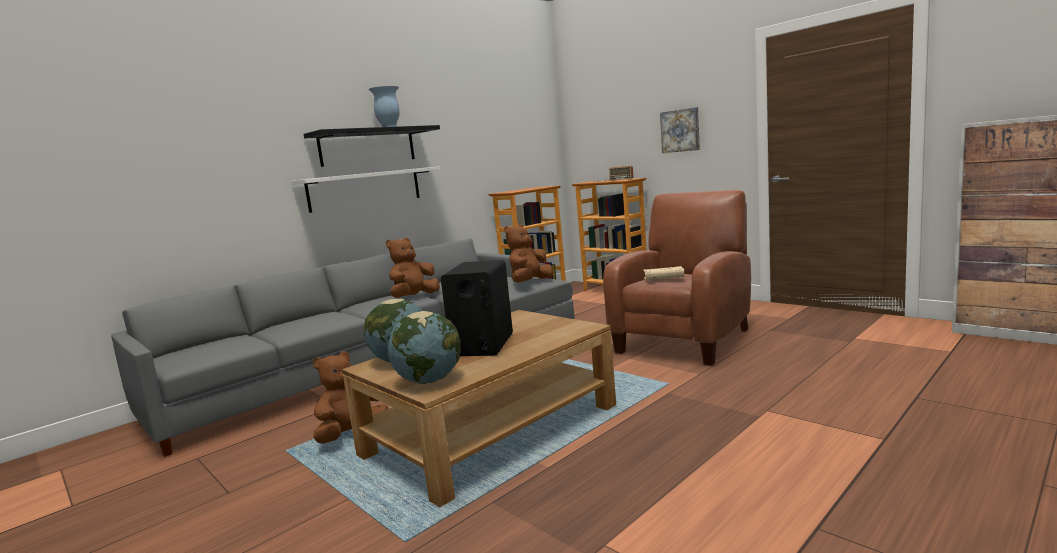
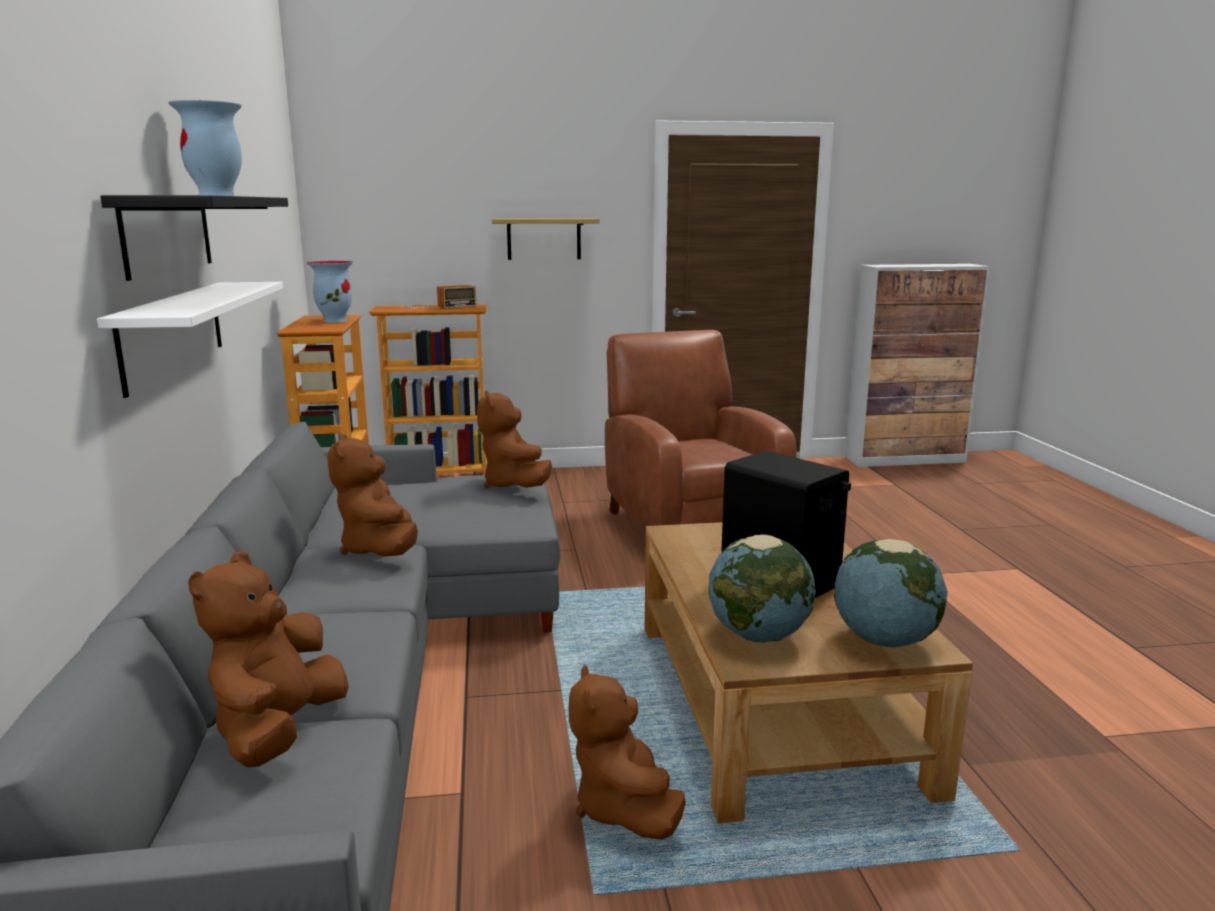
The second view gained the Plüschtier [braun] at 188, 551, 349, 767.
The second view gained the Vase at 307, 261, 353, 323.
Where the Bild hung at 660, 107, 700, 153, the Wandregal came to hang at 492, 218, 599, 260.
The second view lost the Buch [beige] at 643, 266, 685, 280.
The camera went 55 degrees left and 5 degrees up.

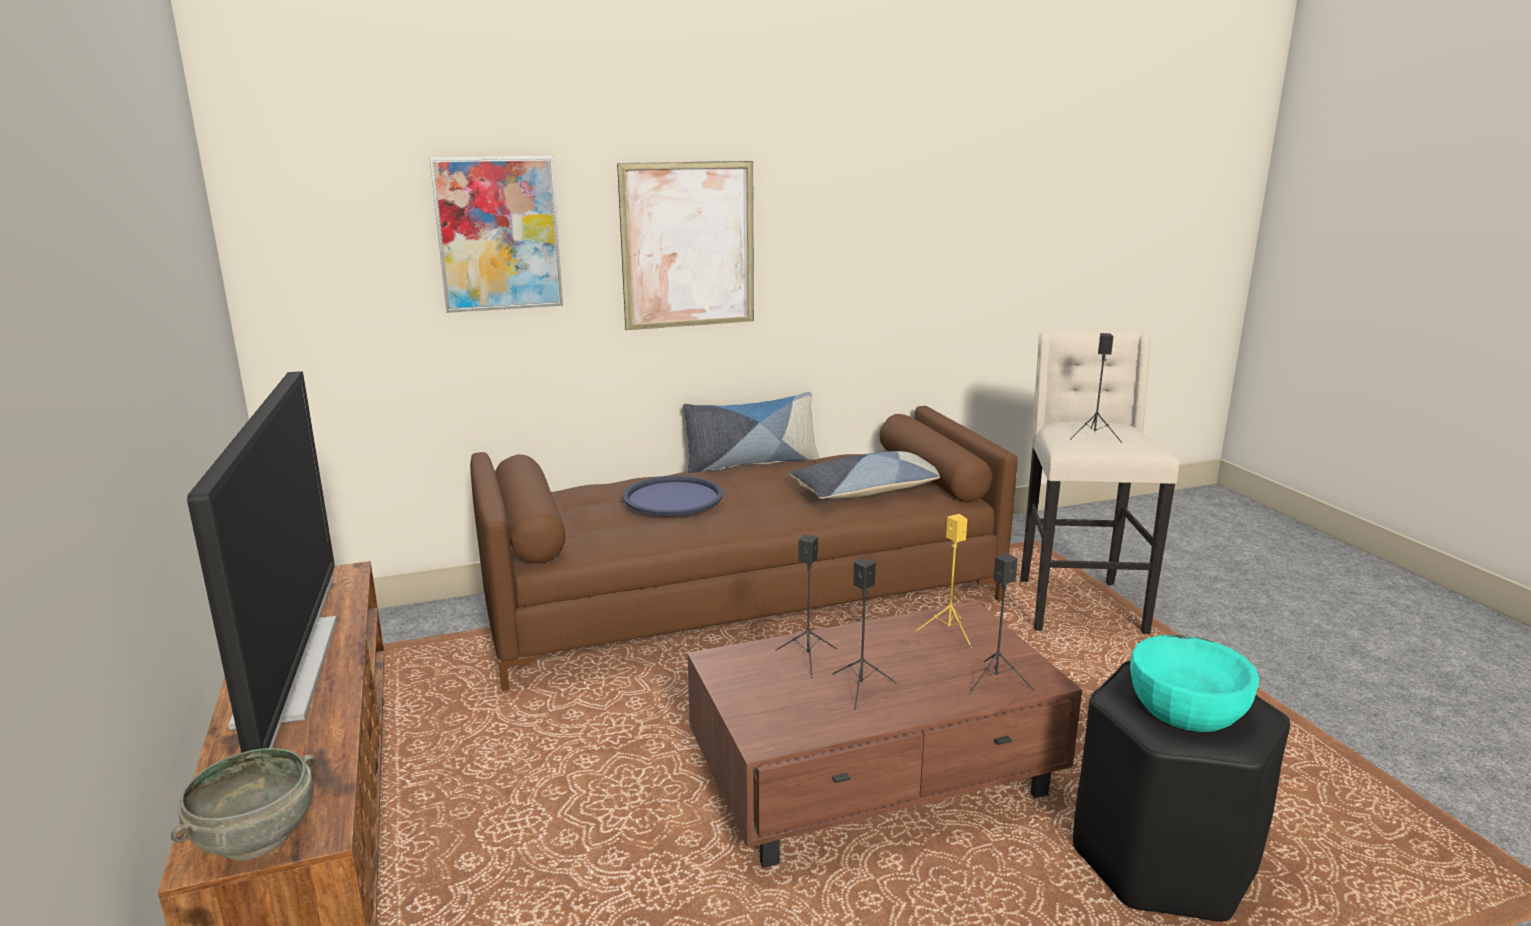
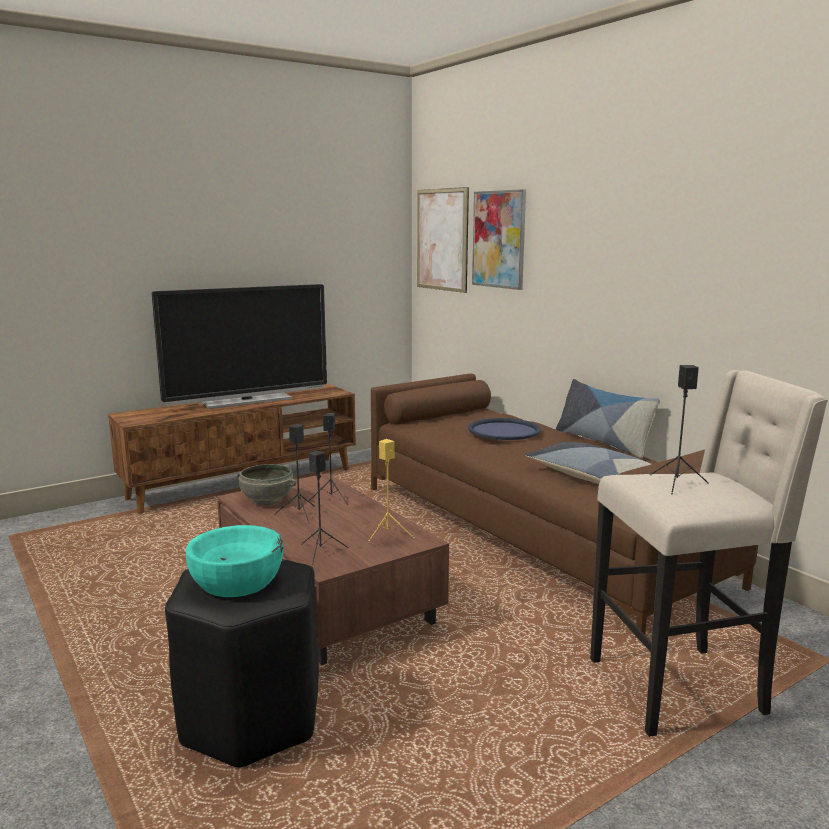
The Schüssel [grau] ended up elsewhere, having gone from 171, 748, 316, 860 to 237, 464, 296, 506.
The Bild ended up elsewhere, having gone from 617, 161, 754, 330 to 417, 187, 469, 293.
The camera went 75 degrees right and 5 degrees down.

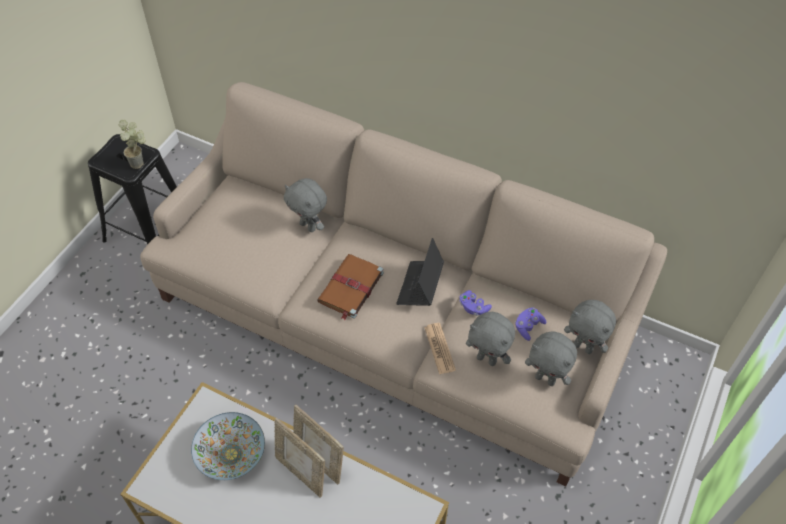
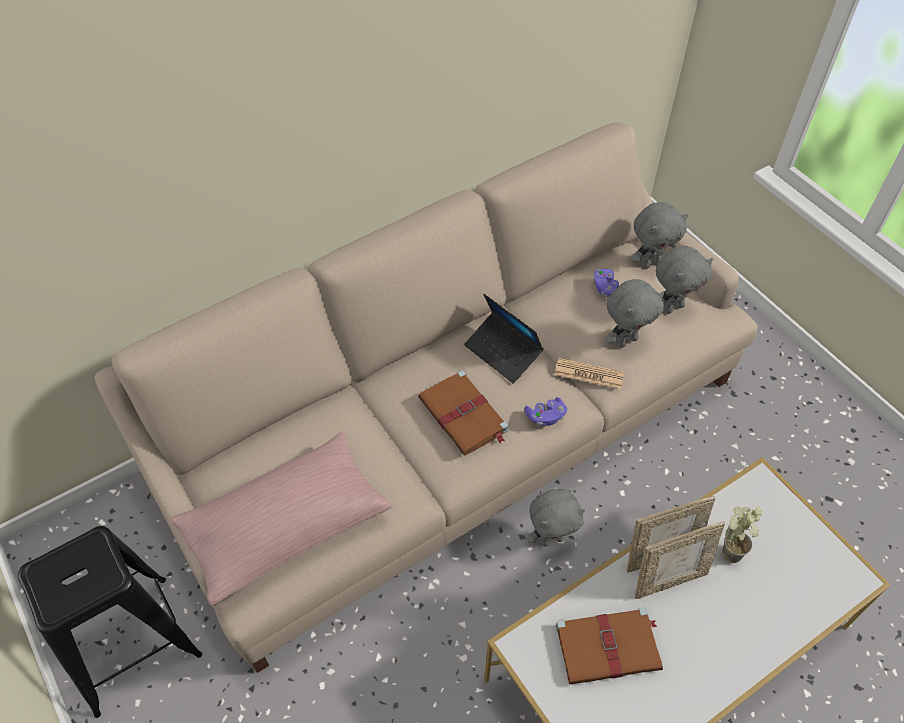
The second view gained the Kissen [rosa] at 171, 432, 392, 606.
The Gamepad [lila] ended up elsewhere, having gone from 459, 290, 492, 316 to 524, 397, 567, 426.
The Plüschtier [grau] ended up elsewhere, having gone from 284, 178, 327, 232 to 527, 489, 585, 547.
Where the Schüssel stood at 191, 412, 265, 480, the Buch [braun] came to stand at 556, 607, 663, 684.
The Topfpflanze ended up elsewhere, having gone from 119, 120, 146, 169 to 722, 506, 762, 563.
The camera went 60 degrees left and 0 degrees up.

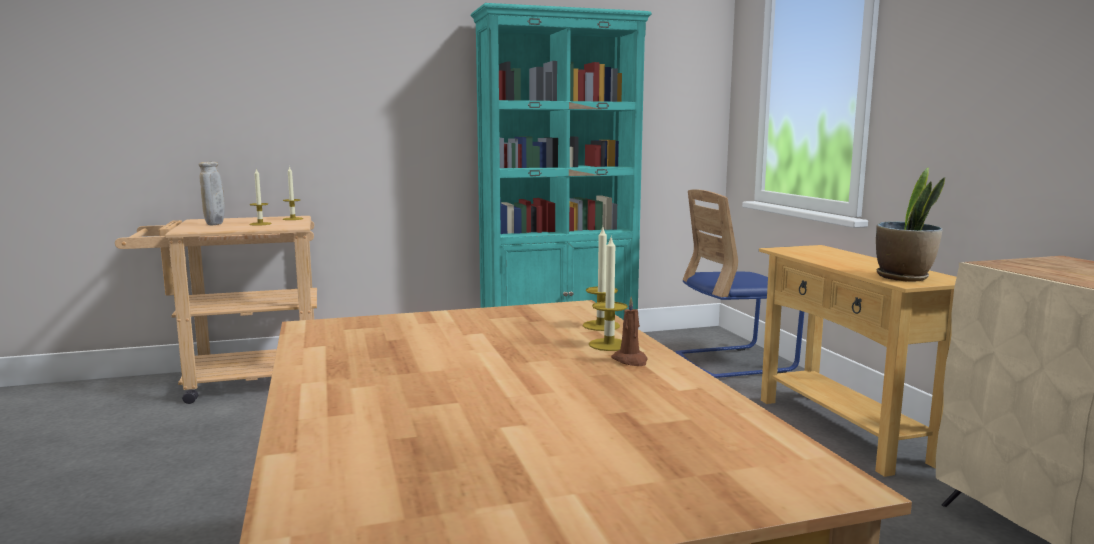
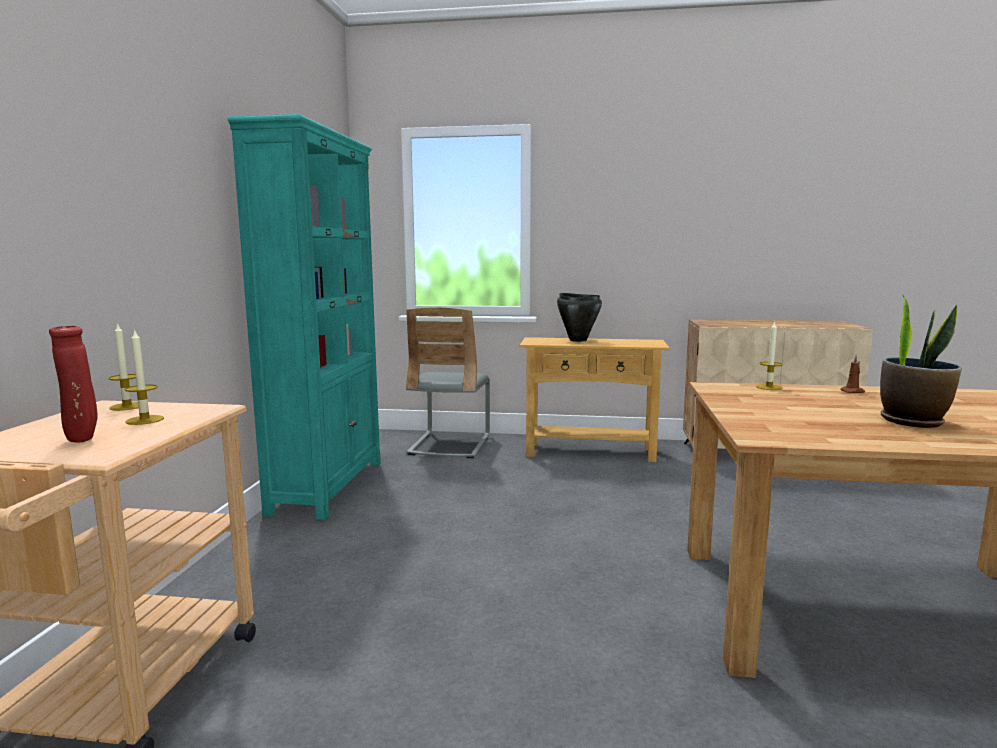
What was the Vase [beige] at 199, 162, 225, 225 turned into the Vase [rot] at 49, 326, 98, 443.
What was the Stuhl [blau] at 675, 189, 804, 378 turned into the Stuhl [grau] at 406, 307, 490, 458.
The second view gained the Kochtopf [schwarz] at 557, 293, 602, 342.
The Topfpflanze ended up elsewhere, having gone from 876, 168, 945, 282 to 880, 296, 962, 428.
The second view lost the Kerze at 589, 237, 628, 351.
The camera went 65 degrees left and 0 degrees up.

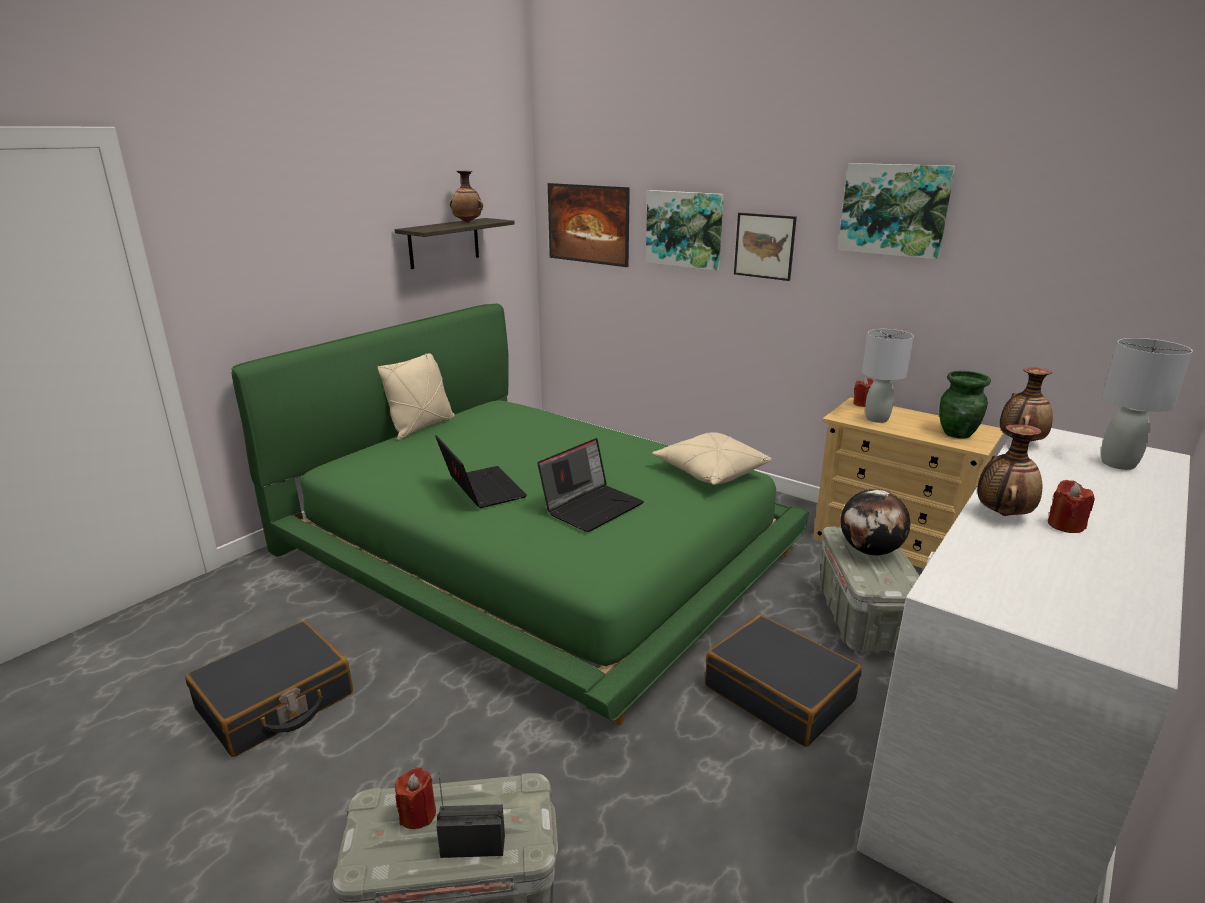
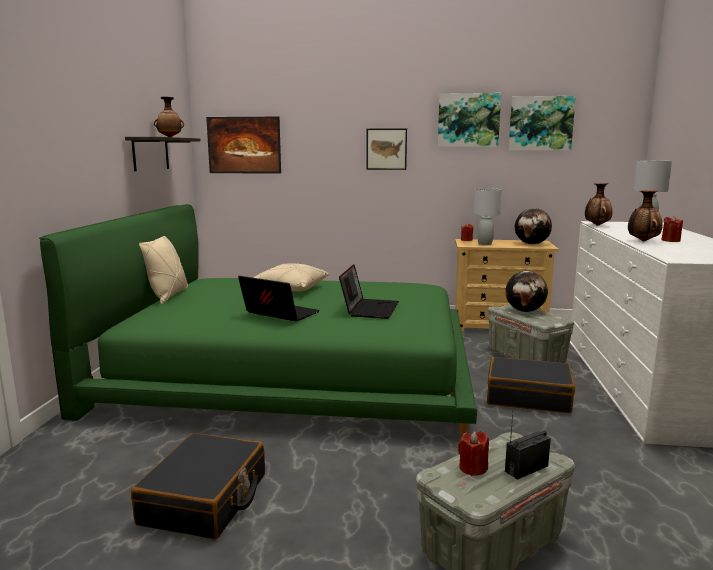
The Kissen [beige] ended up elsewhere, having gone from 652, 432, 772, 485 to 253, 263, 329, 291.
The Bild ended up elsewhere, having gone from 646, 190, 724, 271 to 508, 96, 576, 150.
Where the Vase [grün] stood at 939, 371, 991, 439, the Globus came to stand at 515, 208, 552, 244.
The camera went 30 degrees left and 10 degrees down.

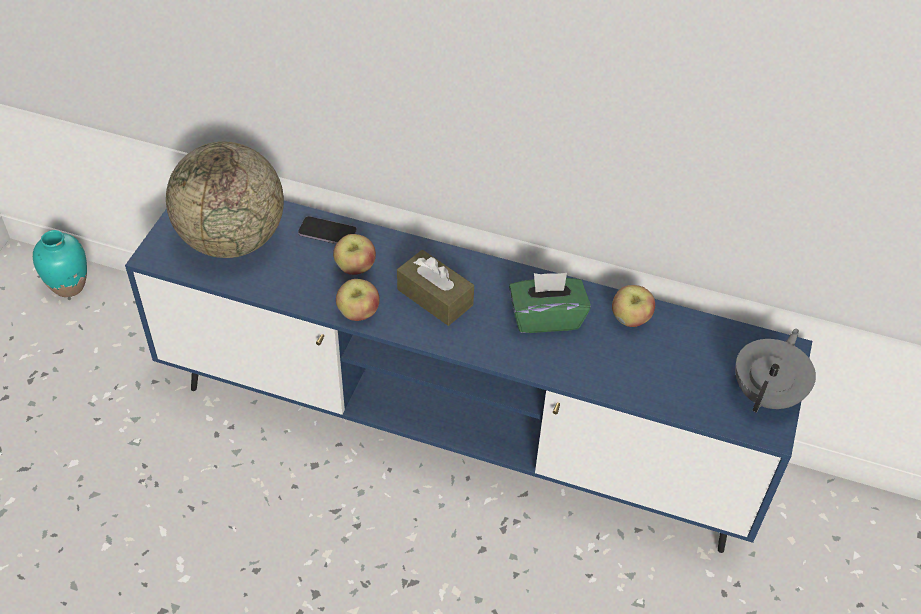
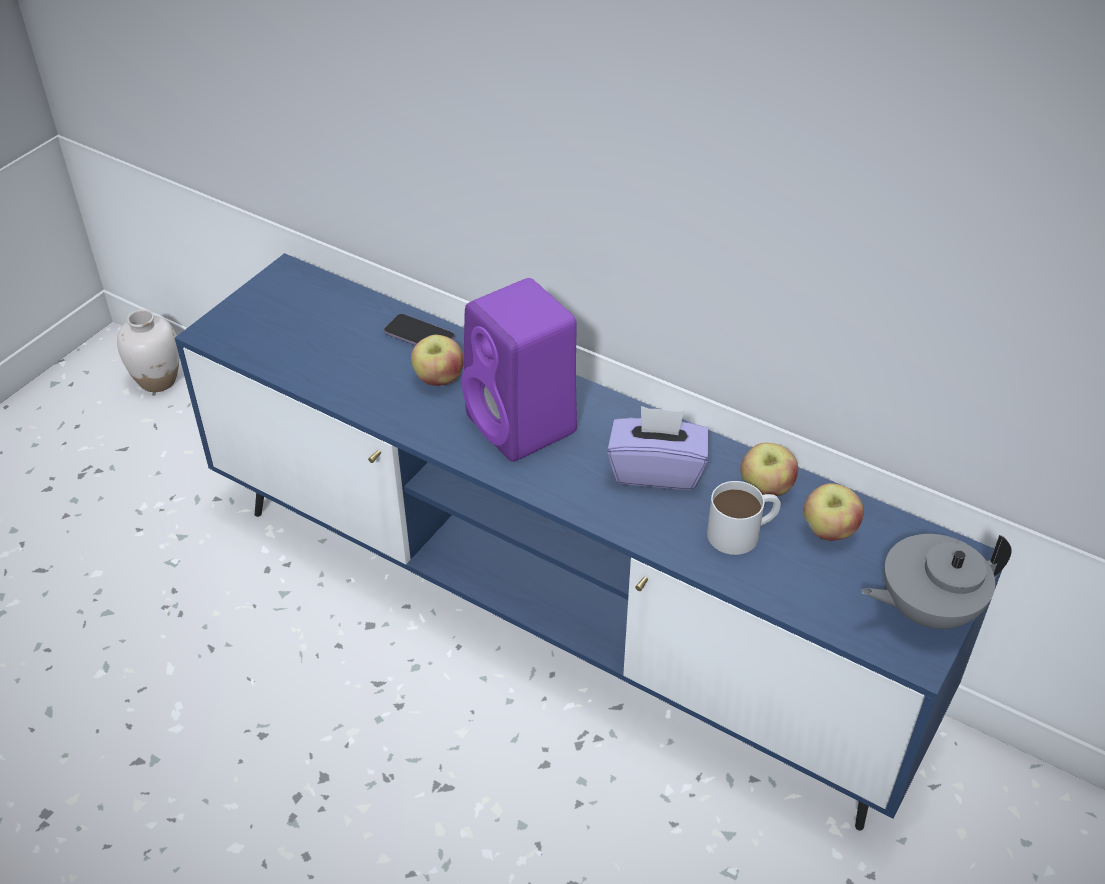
What was the Vase [türkis] at 33, 230, 87, 297 turned into the Vase [weiß] at 117, 309, 179, 392.
Where the Taschentuchbox [braun] stood at 397, 250, 474, 326, the Lautsprecher [lila] came to stand at 461, 278, 577, 462.
What was the Taschentuchbox [grün] at 509, 273, 591, 333 turned into the Taschentuchbox [lila] at 607, 406, 709, 490.
The second view gained the Henkelbecher [weiß] at 707, 481, 781, 555.
The Apfel ended up elsewhere, having gone from 336, 279, 380, 321 to 803, 483, 864, 541.
The Teekanne [grau] at 735, 329, 816, 413 ended up facing another way, 150 degrees counterclockwise from before.
The second view lost the Globus at 166, 141, 284, 258.
The camera went 15 degrees right and 5 degrees down.

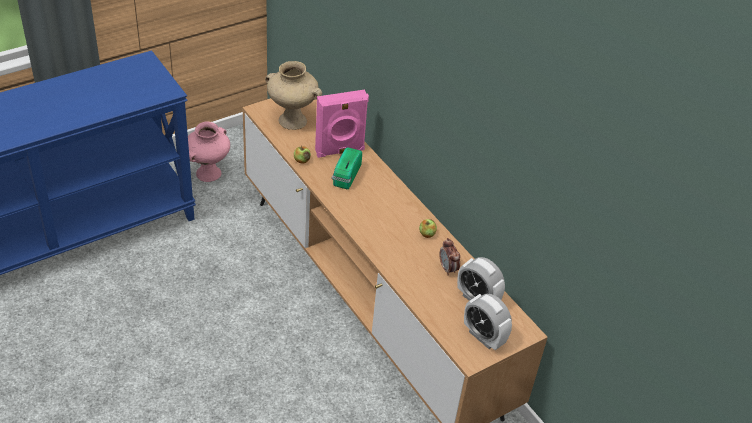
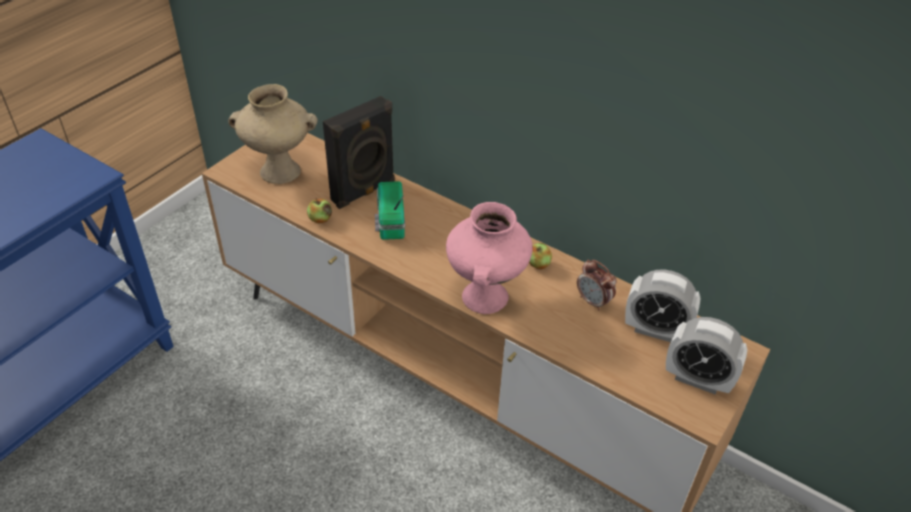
What was the Lautsprecher [rosa] at 315, 89, 369, 158 turned into the Lautsprecher [schwarz] at 323, 96, 395, 209.
The Vase [rosa] ended up elsewhere, having gone from 188, 122, 230, 182 to 446, 202, 533, 314.
The camera went 20 degrees left and 0 degrees up.

